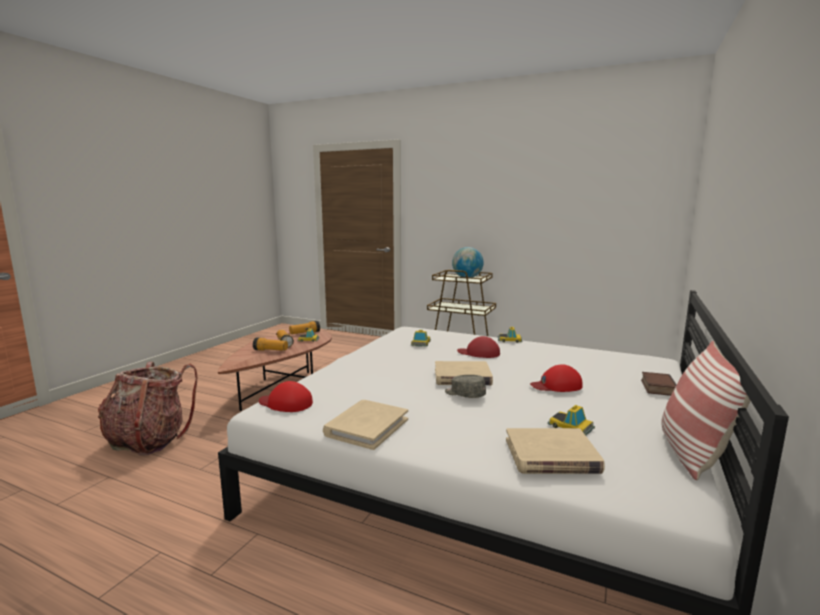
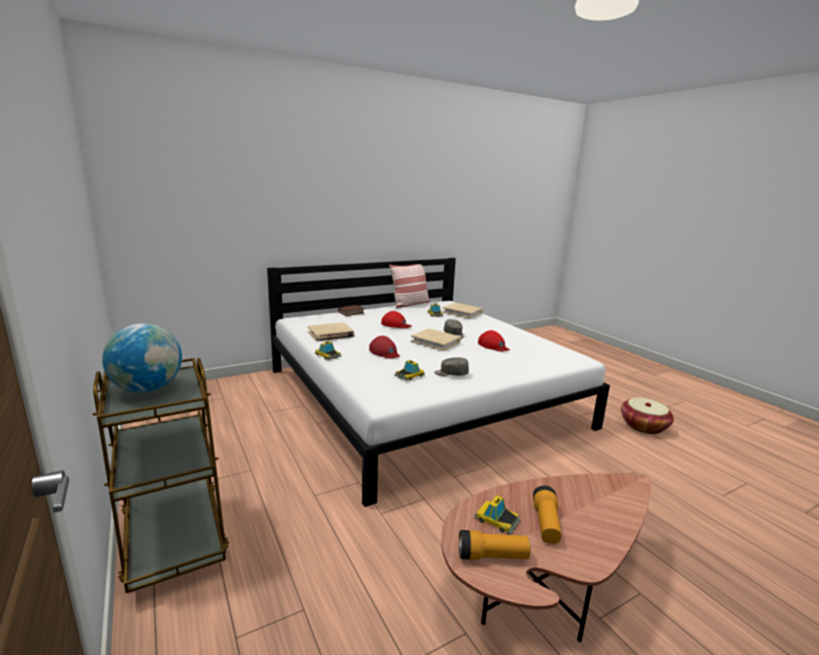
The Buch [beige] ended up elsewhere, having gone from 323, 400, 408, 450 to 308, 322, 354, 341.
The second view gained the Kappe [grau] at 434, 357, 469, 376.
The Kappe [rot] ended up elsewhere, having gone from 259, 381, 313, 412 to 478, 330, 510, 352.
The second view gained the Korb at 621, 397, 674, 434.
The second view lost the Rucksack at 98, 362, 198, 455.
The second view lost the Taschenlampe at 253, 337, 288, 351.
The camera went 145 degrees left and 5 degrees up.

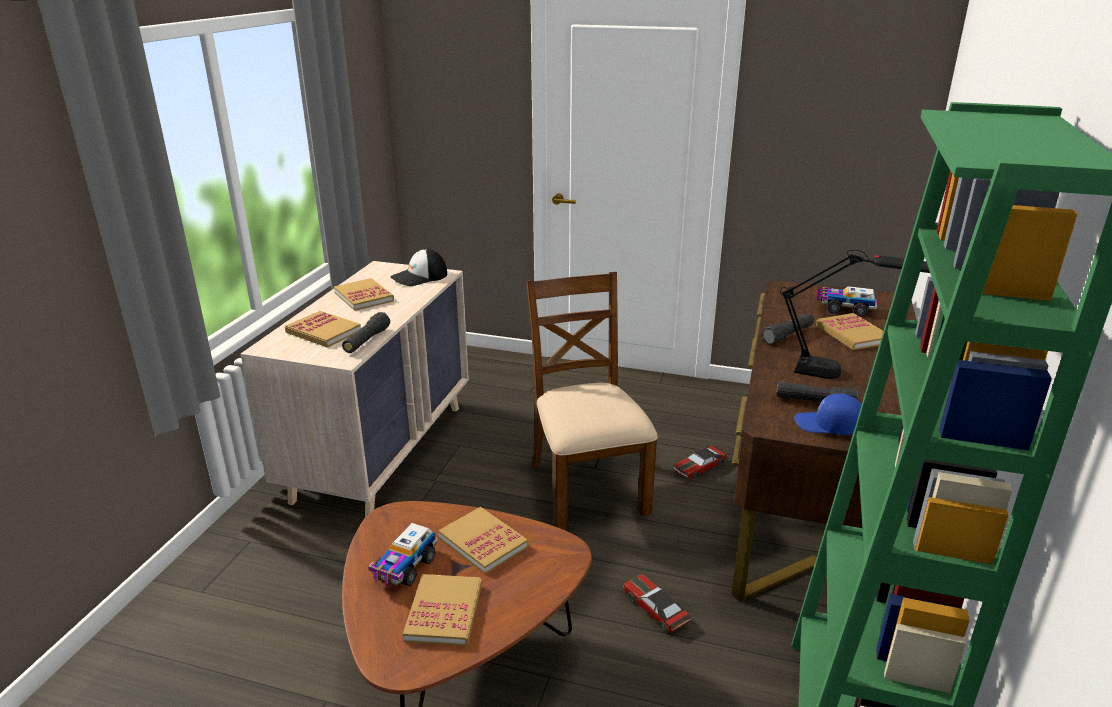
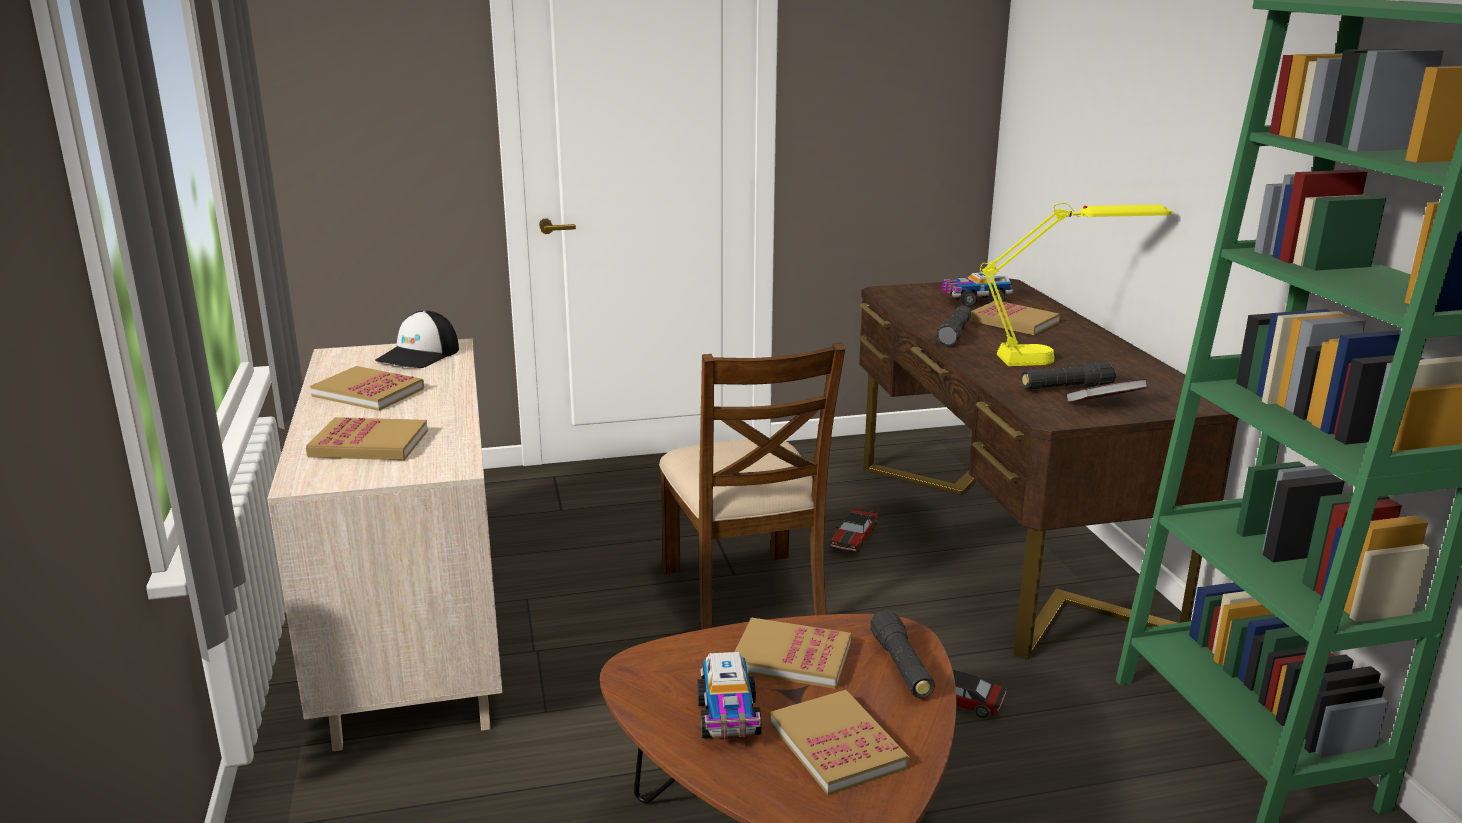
The Stuhl [braun] at 526, 272, 658, 530 ended up facing another way, 150 degrees counterclockwise from before.
The Taschenlampe [schwarz] ended up elsewhere, having gone from 342, 312, 390, 353 to 870, 610, 935, 698.
What was the Tischlampe [schwarz] at 780, 250, 930, 379 turned into the Tischlampe [gelb] at 980, 203, 1172, 366.
Where the Kappe [blau] stood at 794, 393, 861, 435, the Buch came to stand at 1066, 379, 1148, 402.
The camera went 30 degrees left and 5 degrees down.

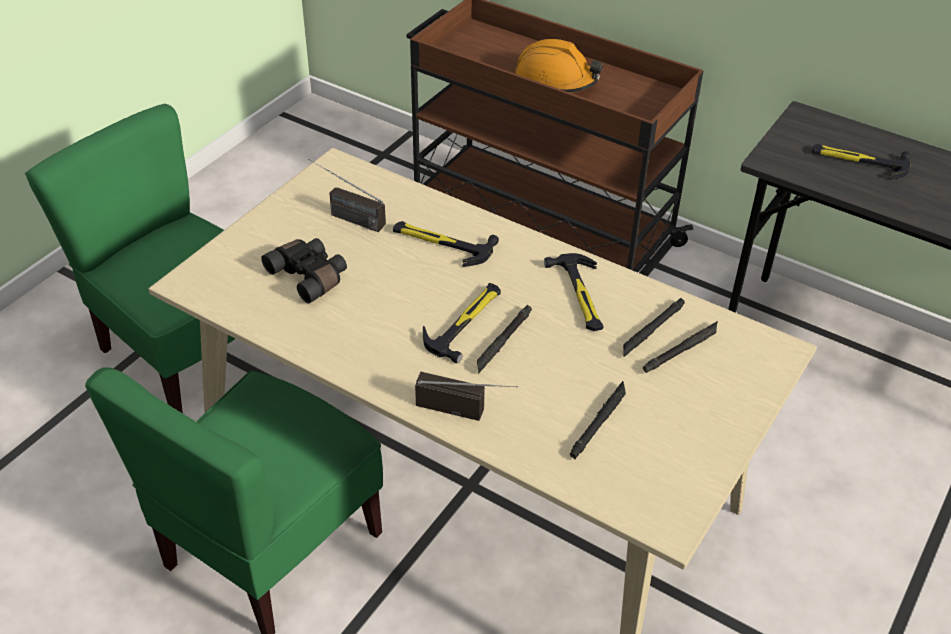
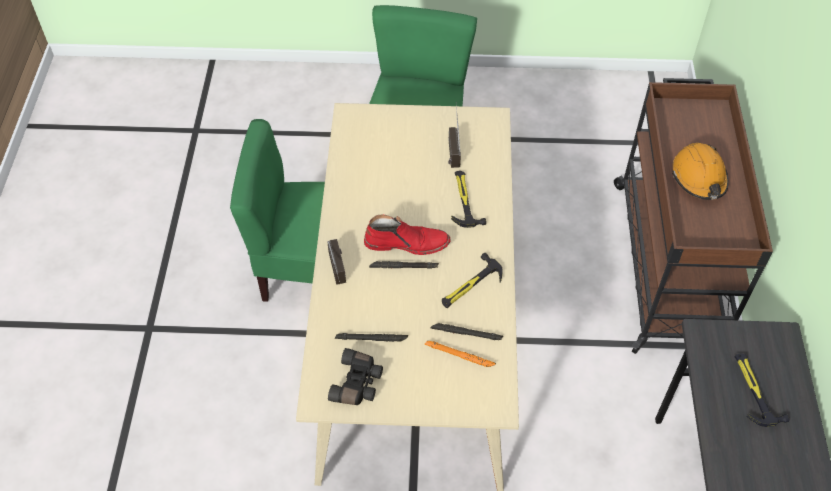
The Fernglas [schwarz] ended up elsewhere, having gone from 261, 238, 347, 304 to 328, 348, 383, 405.
Where the Hammer stood at 423, 283, 501, 363, the Stiefel [rot] came to stand at 364, 214, 451, 255.
What was the Taschenlampe [schwarz] at 643, 321, 718, 373 turned into the Taschenlampe [orange] at 425, 340, 496, 367.
The camera went 60 degrees right and 10 degrees up.

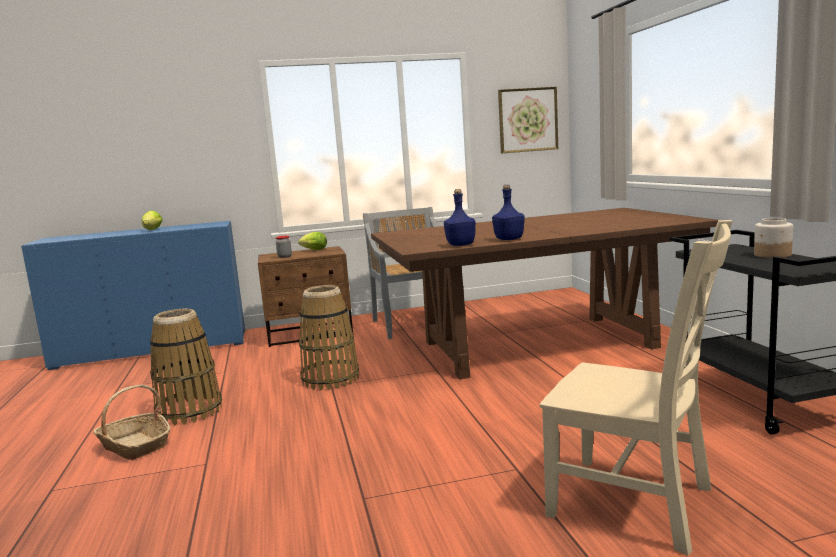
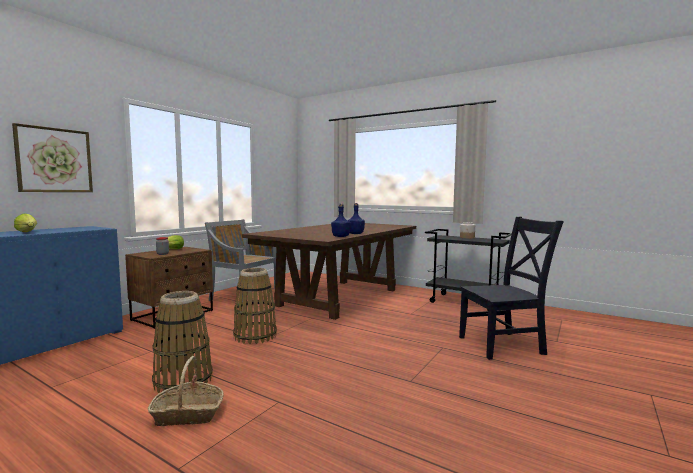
The Bild ended up elsewhere, having gone from 498, 87, 558, 153 to 12, 123, 93, 192.
What was the Stuhl [beige] at 540, 220, 733, 556 turned into the Stuhl [schwarz] at 459, 217, 564, 360.
The camera went 45 degrees left and 5 degrees down.

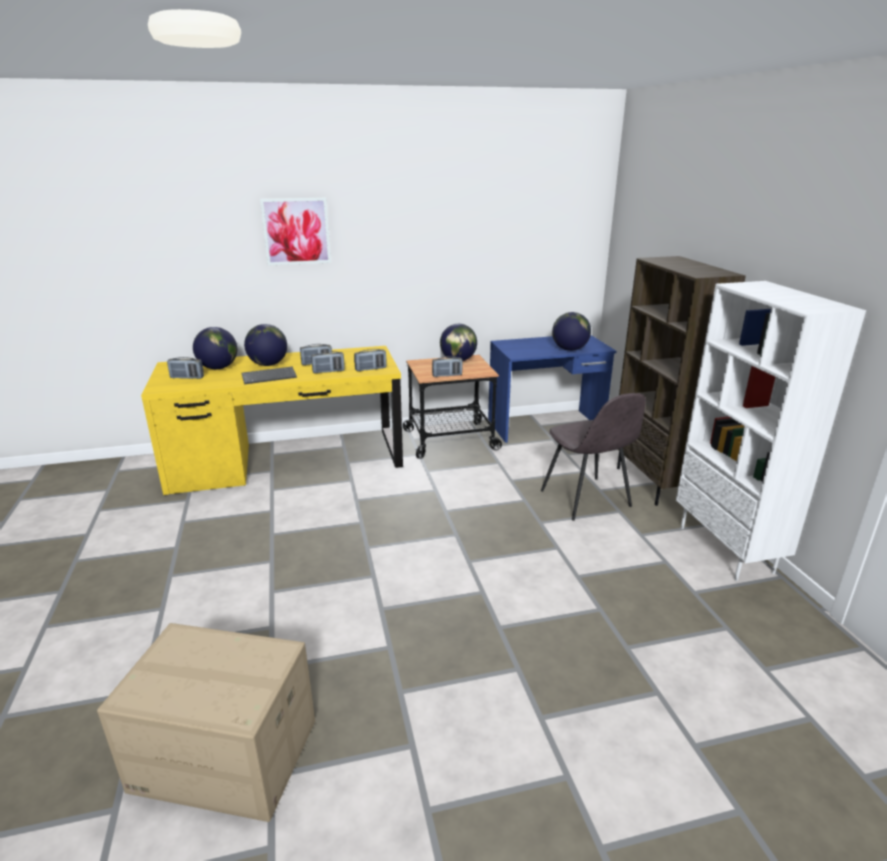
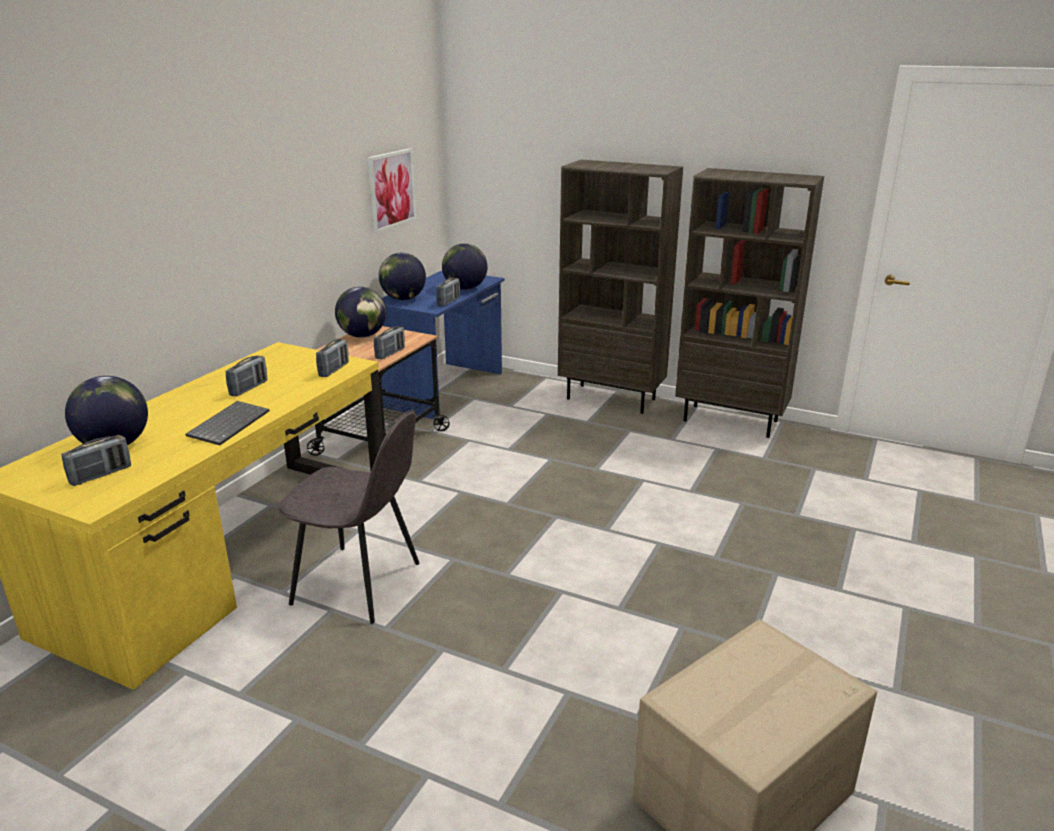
The Stuhl [grau] ended up elsewhere, having gone from 541, 393, 646, 521 to 278, 410, 419, 624.
The Bild ended up elsewhere, having gone from 260, 198, 331, 265 to 367, 148, 416, 233.
The Globus ended up elsewhere, having gone from 244, 324, 287, 366 to 379, 253, 426, 300.
The Radio ended up elsewhere, having gone from 311, 351, 345, 373 to 436, 278, 460, 306.
What was the Bücherregal [weiß] at 676, 281, 866, 581 turned into the Bücherregal [braun] at 675, 168, 824, 438.
The camera went 50 degrees left and 0 degrees up.

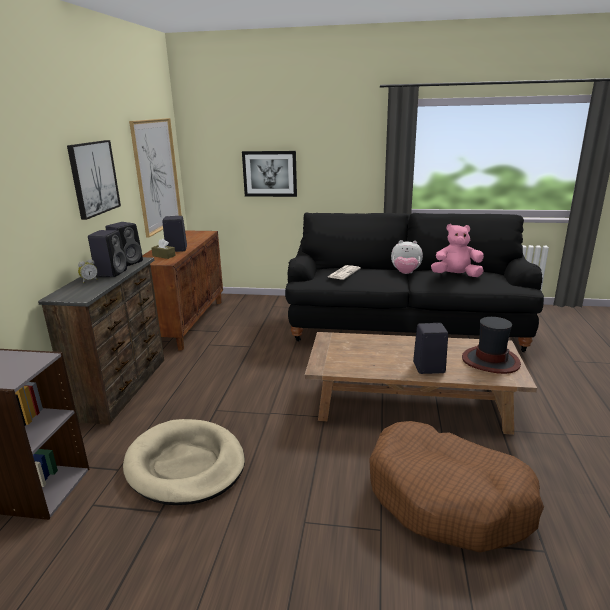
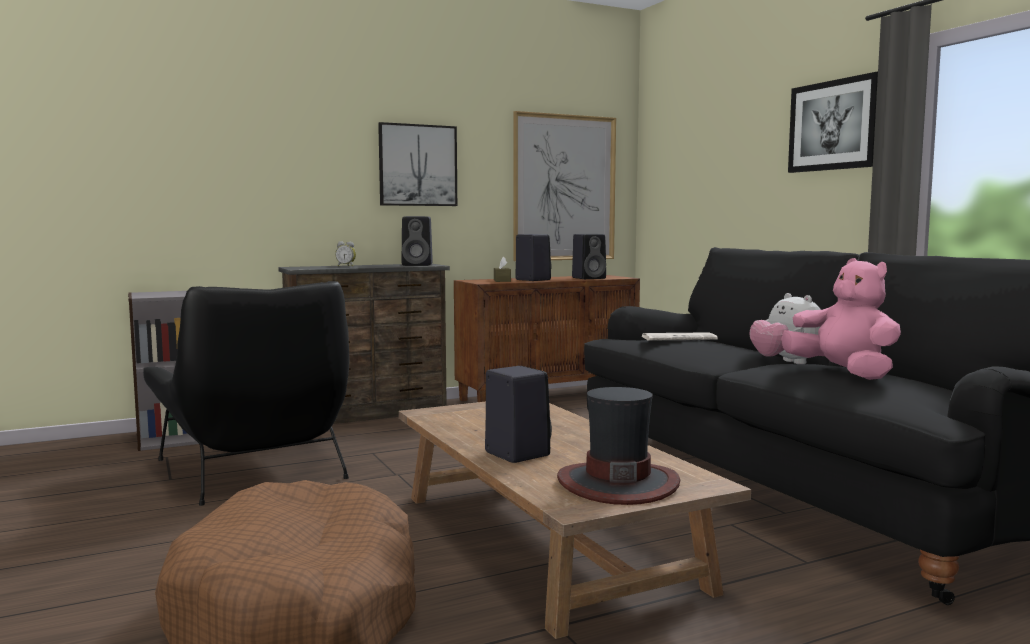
Where the Hundebett [beige] stood at 123, 419, 245, 505, the Sessel [schwarz] came to stand at 143, 281, 349, 506.
The Lautsprecher [schwarz] ended up elsewhere, having gone from 88, 230, 127, 277 to 572, 234, 606, 279.
The Bild ended up elsewhere, having gone from 242, 151, 297, 197 to 788, 72, 878, 173.
The camera went 55 degrees right and 15 degrees down.

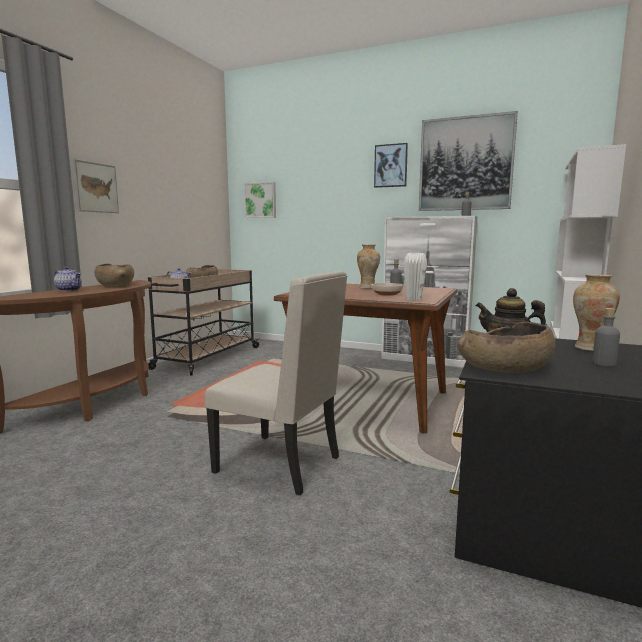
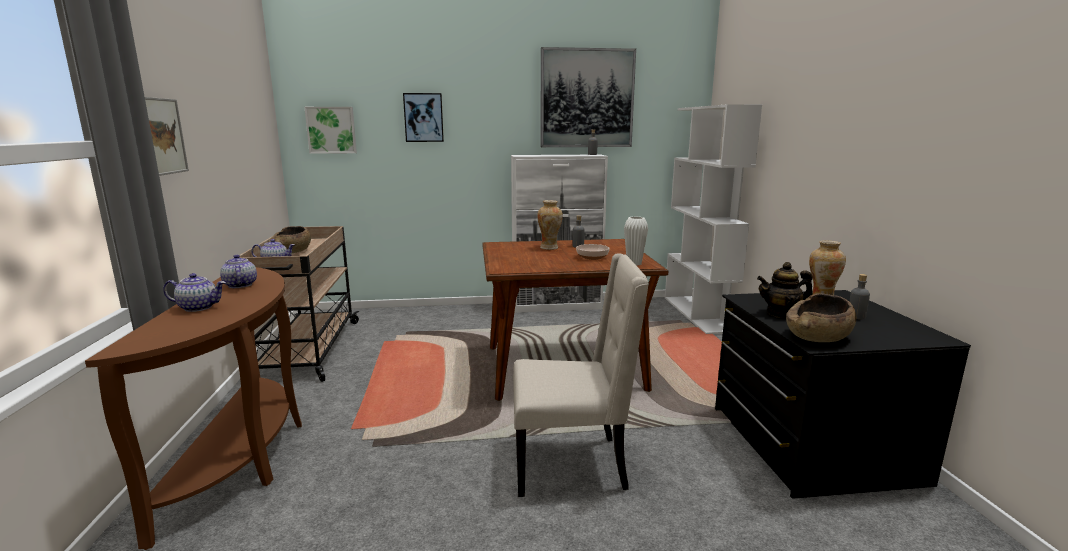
Where the Schüssel [braun] stood at 94, 263, 134, 287, the Teekanne came to stand at 220, 255, 257, 288.
The Bild ended up elsewhere, having gone from 374, 143, 408, 188 to 403, 93, 444, 142.
The camera went 30 degrees left and 5 degrees up.

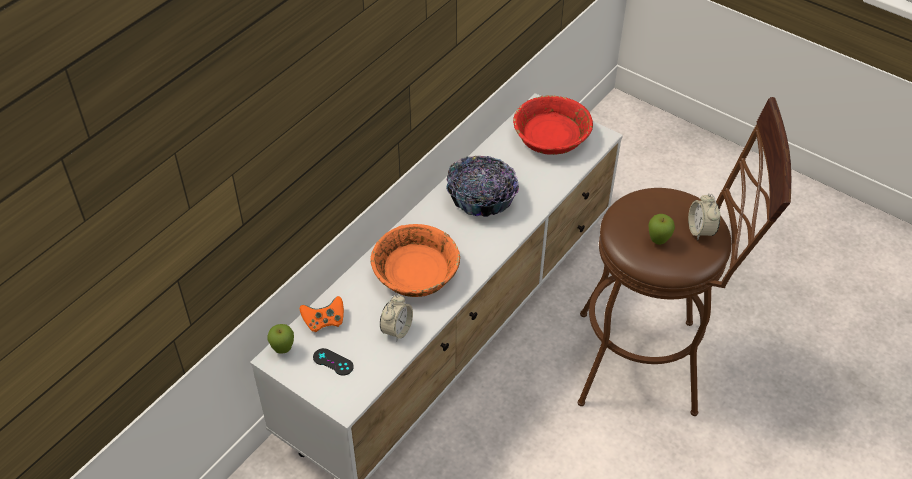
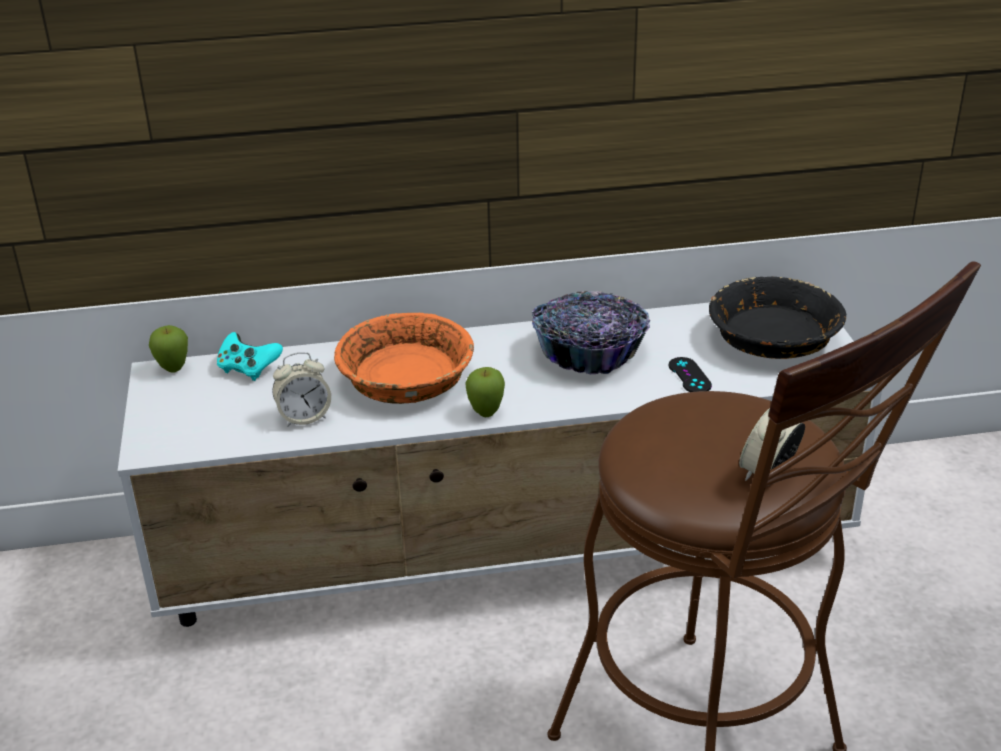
What was the Gamepad [orange] at 300, 296, 344, 332 turned into the Gamepad [türkis] at 217, 332, 283, 381.
The Apfel ended up elsewhere, having gone from 649, 214, 675, 245 to 465, 367, 505, 417.
The Gamepad [schwarz] ended up elsewhere, having gone from 313, 348, 354, 376 to 669, 357, 712, 392.
What was the Schüssel [rot] at 513, 95, 593, 155 turned into the Schüssel [schwarz] at 709, 276, 846, 359.
The camera went 45 degrees right and 15 degrees down.

